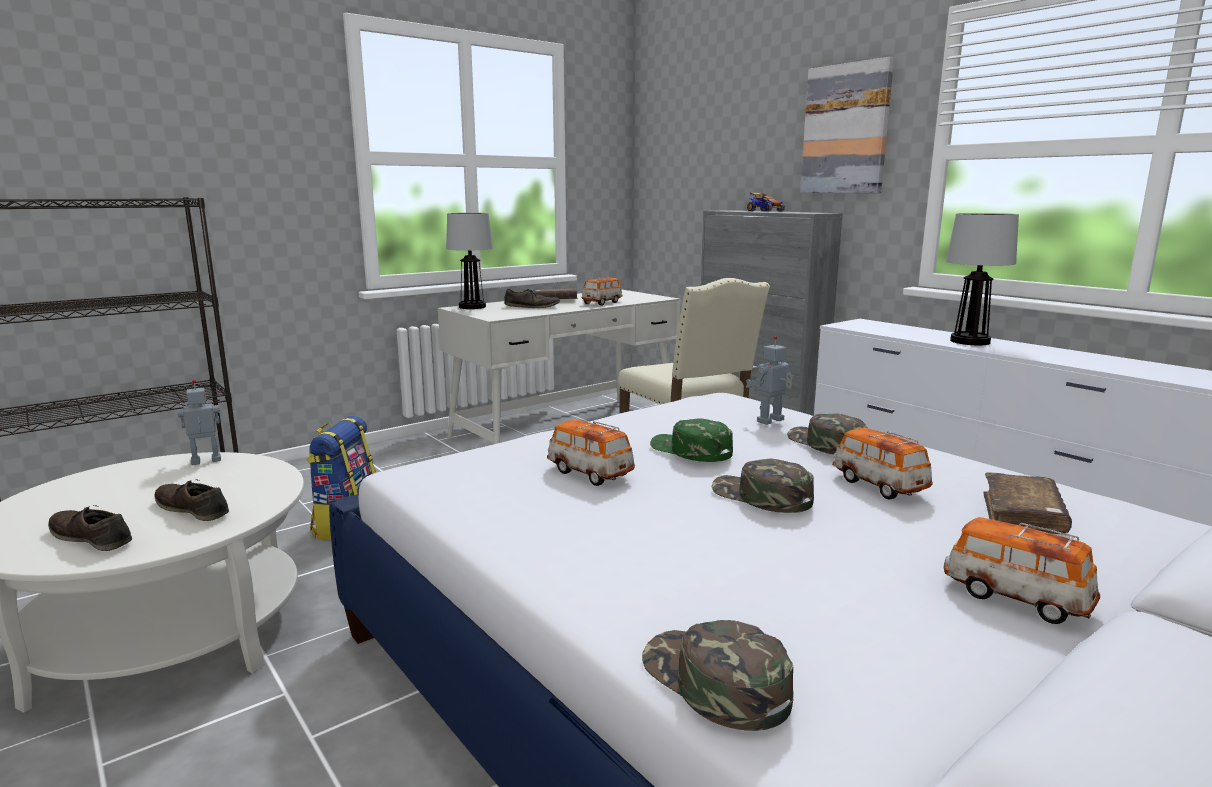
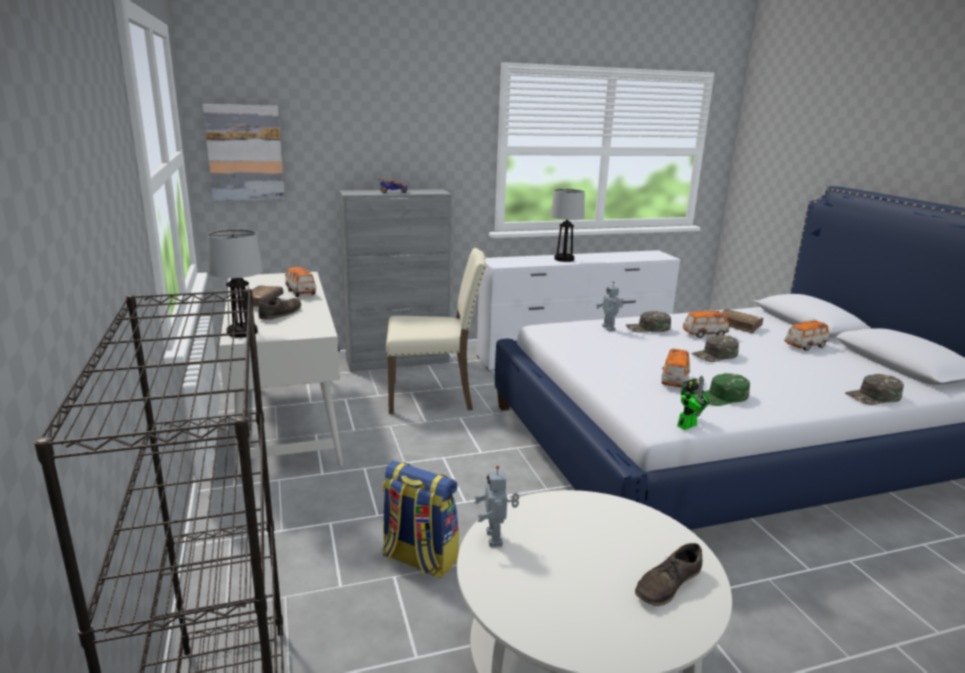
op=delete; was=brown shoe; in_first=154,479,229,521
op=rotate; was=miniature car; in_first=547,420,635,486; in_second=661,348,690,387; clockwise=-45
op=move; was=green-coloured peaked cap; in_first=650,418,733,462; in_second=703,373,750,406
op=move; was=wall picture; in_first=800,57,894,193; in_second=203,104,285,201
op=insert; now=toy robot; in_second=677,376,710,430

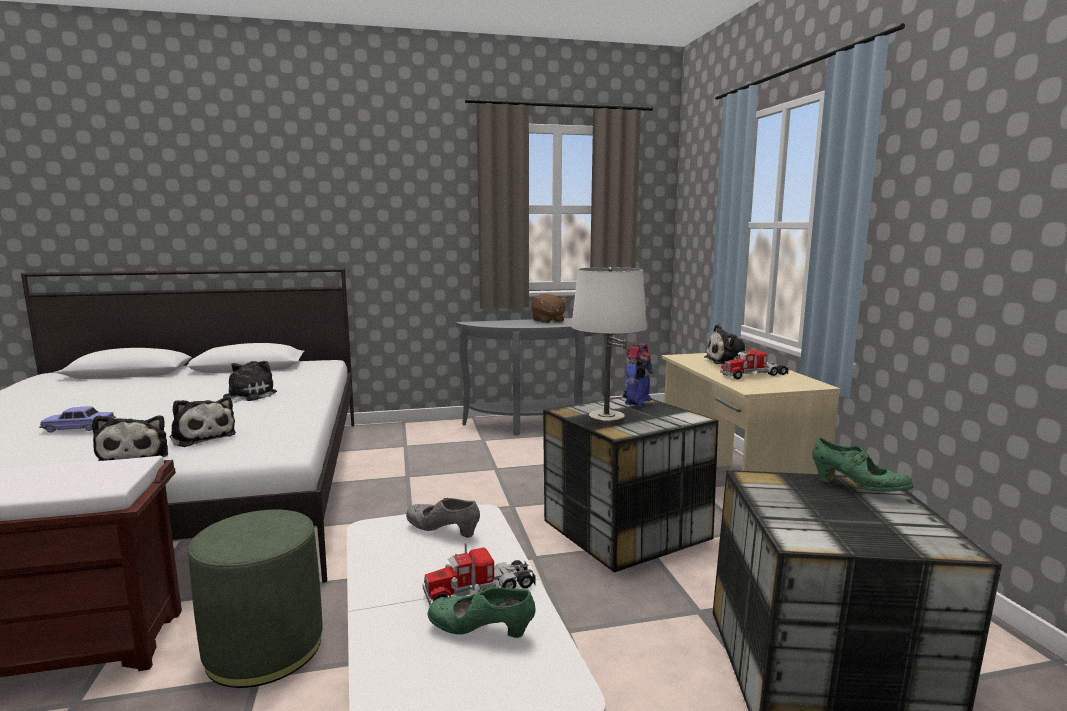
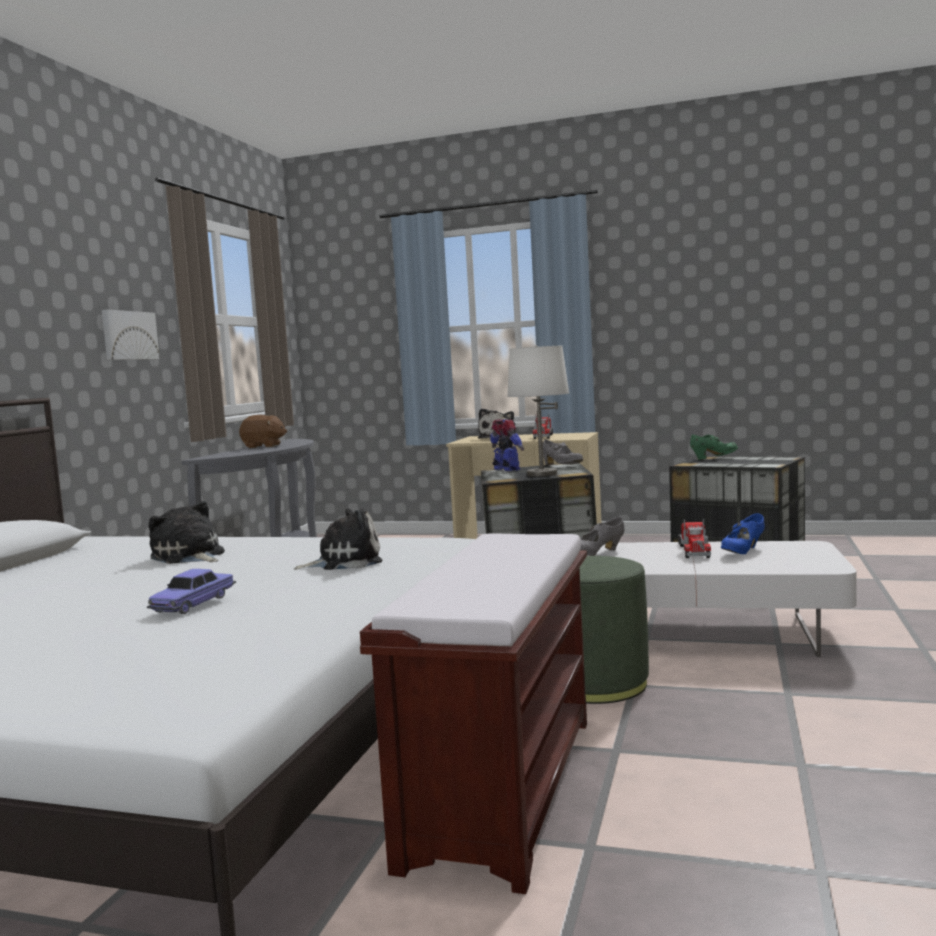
op=delete; was=plush toy; in_first=92,415,168,461
op=recolor; was=green-coloured shoe; now=bluish shoe; in_first=427,587,536,638; in_second=721,513,765,554
op=insert; now=wall picture; in_second=102,309,160,360
op=insert; now=greyish shoe; in_second=543,439,583,465

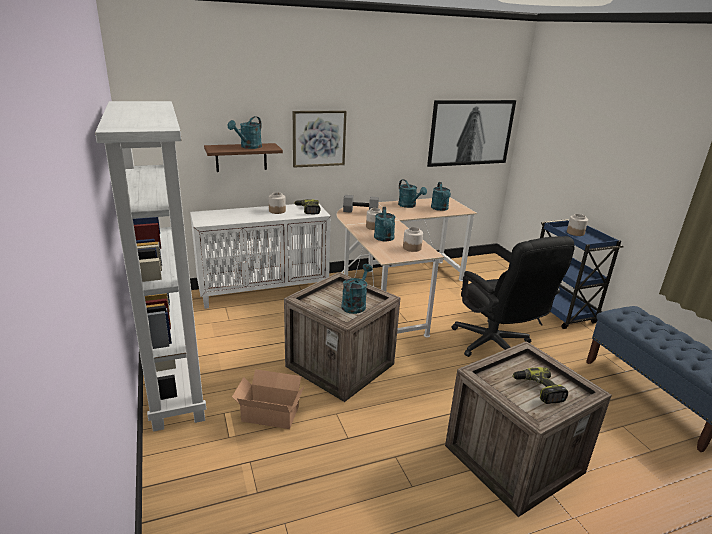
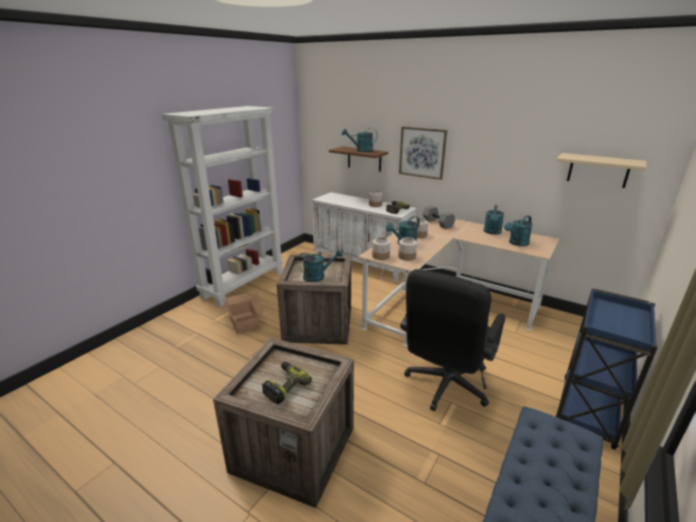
op=replace; was=wall picture; now=beige-coloured bracket shelf; in_first=427,100,516,167; in_second=556,153,647,188
op=move; was=preserve jar; in_first=567,214,588,236; in_second=372,237,390,260

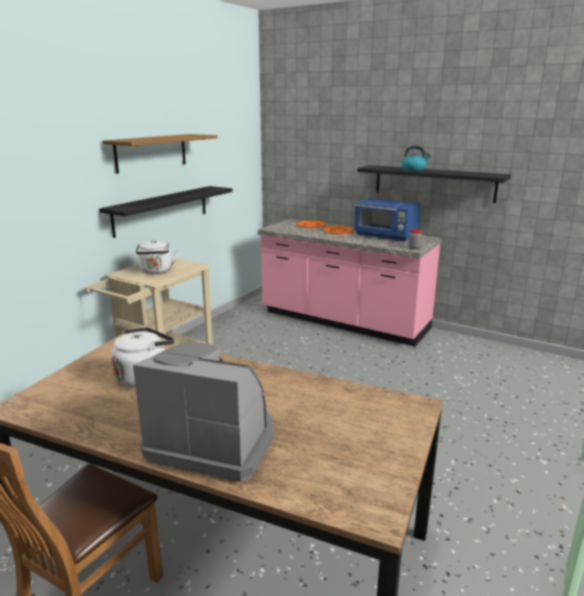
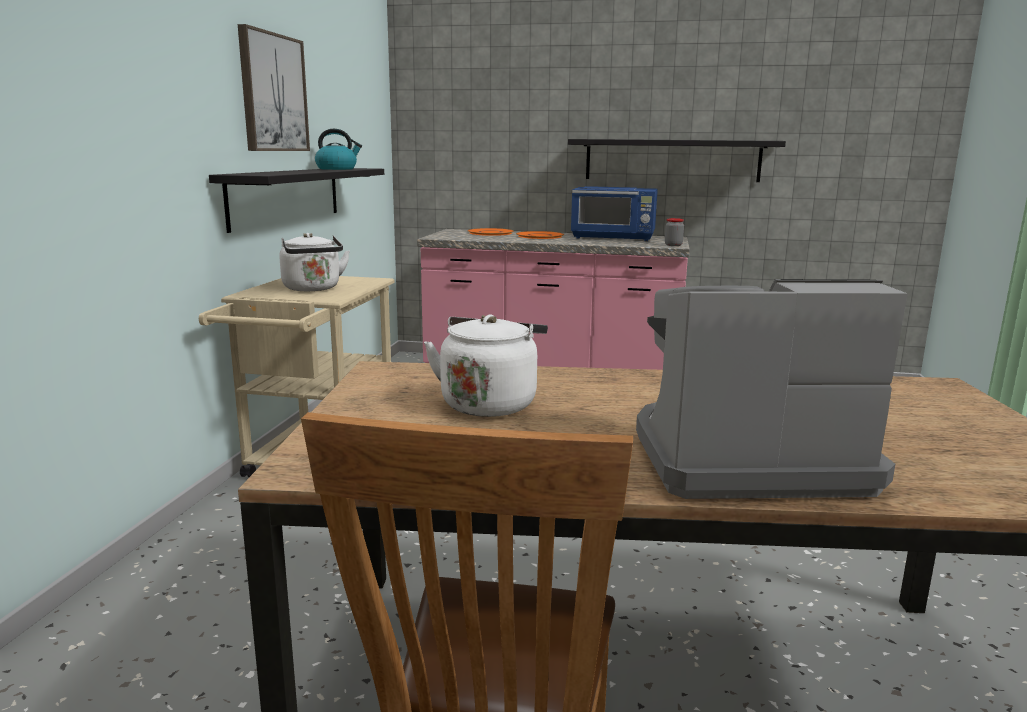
op=replace; was=bracket shelf; now=wall picture; in_first=102,134,218,174; in_second=238,24,310,151
op=move; was=tea kettle; in_first=402,145,431,171; in_second=315,129,362,170

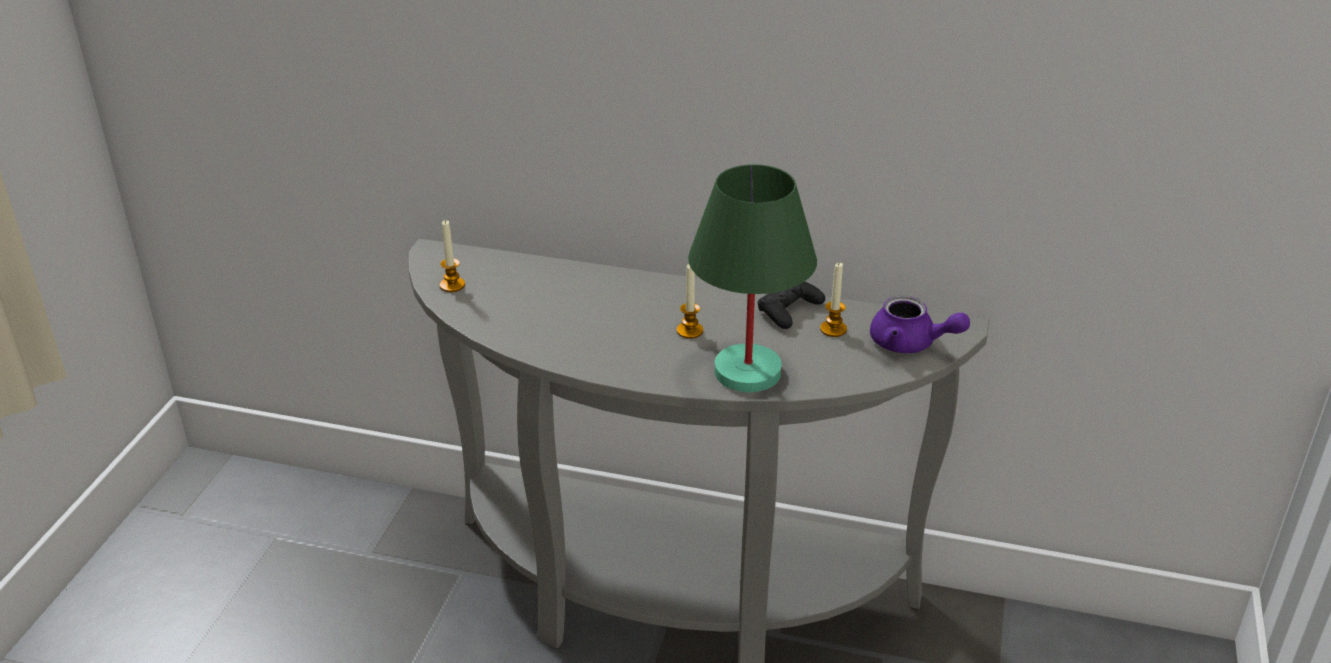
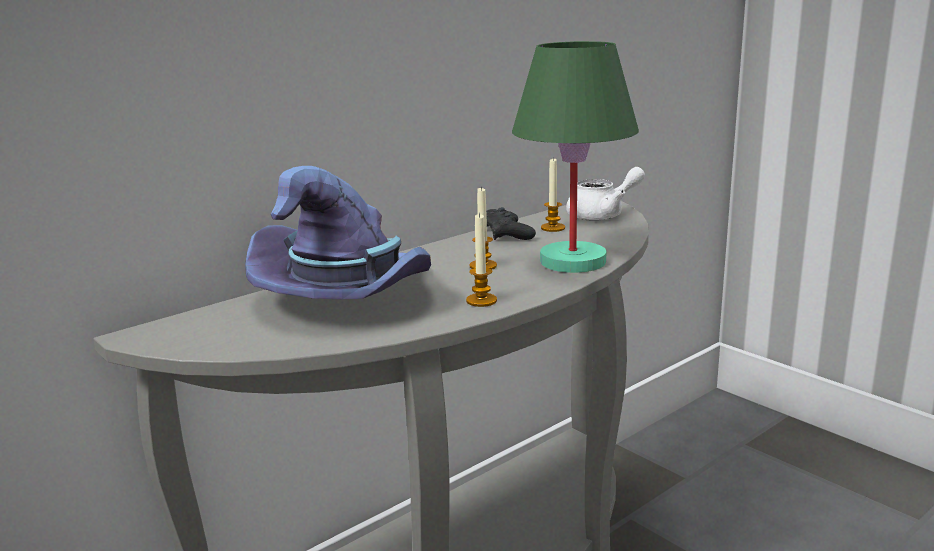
op=move; was=candle; in_first=440,220,465,292; in_second=466,212,497,307
op=recolor; was=purple-coloured teapot; now=white-coloured teapot; in_first=870,296,970,353; in_second=566,167,645,221
op=insert; now=purple-coloured clothing hat; in_second=245,166,431,299

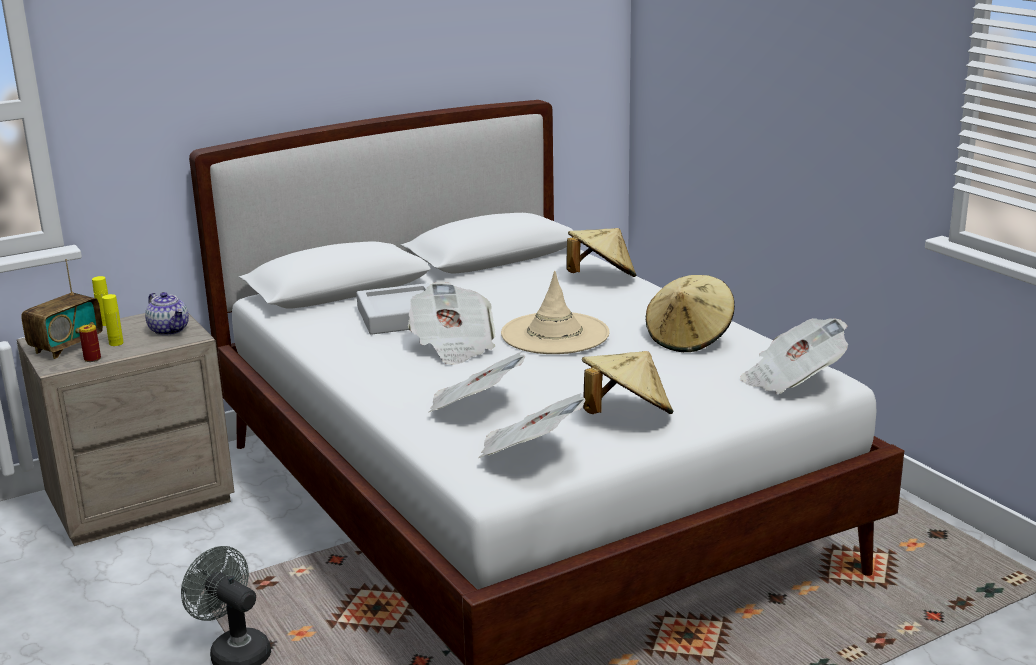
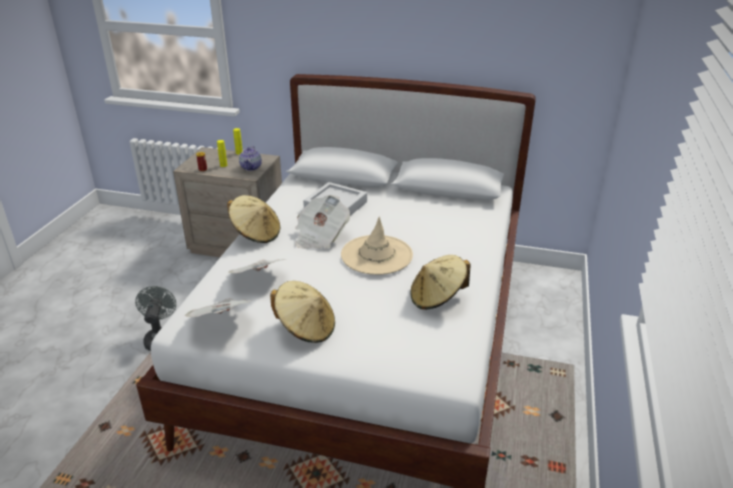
op=delete; was=radio set; in_first=21,259,103,359
op=move; was=beige-coloured clothing hat; in_first=566,228,636,277; in_second=227,195,280,243
op=delete; was=daily paper; in_first=740,318,848,394

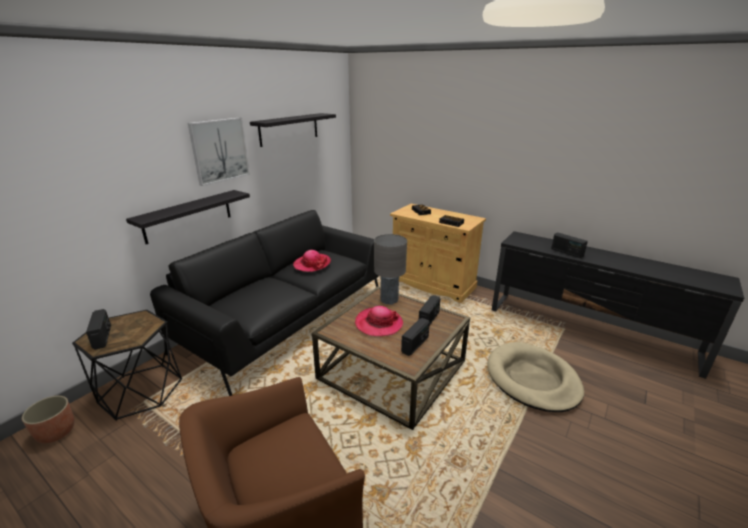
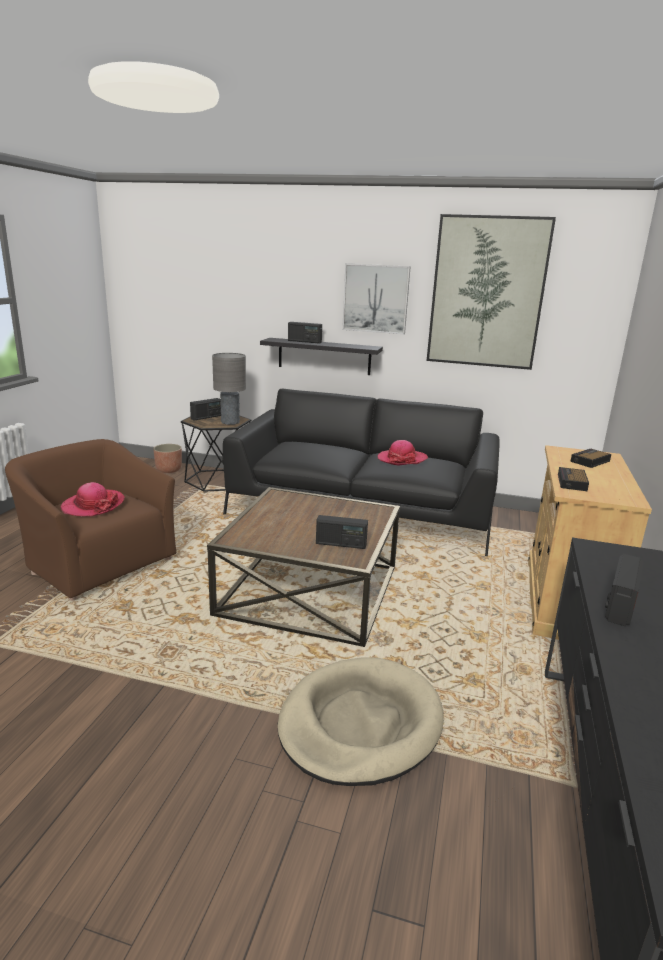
op=replace; was=black-coloured bracket shelf; now=wall picture; in_first=250,113,336,147; in_second=427,214,556,370
op=move; was=clothing hat; in_first=355,306,403,336; in_second=61,482,125,516
op=move; was=greyish tabletop lamp; in_first=374,234,407,305; in_second=212,353,246,425
op=move; was=radio set; in_first=401,318,430,356; in_second=288,322,322,344

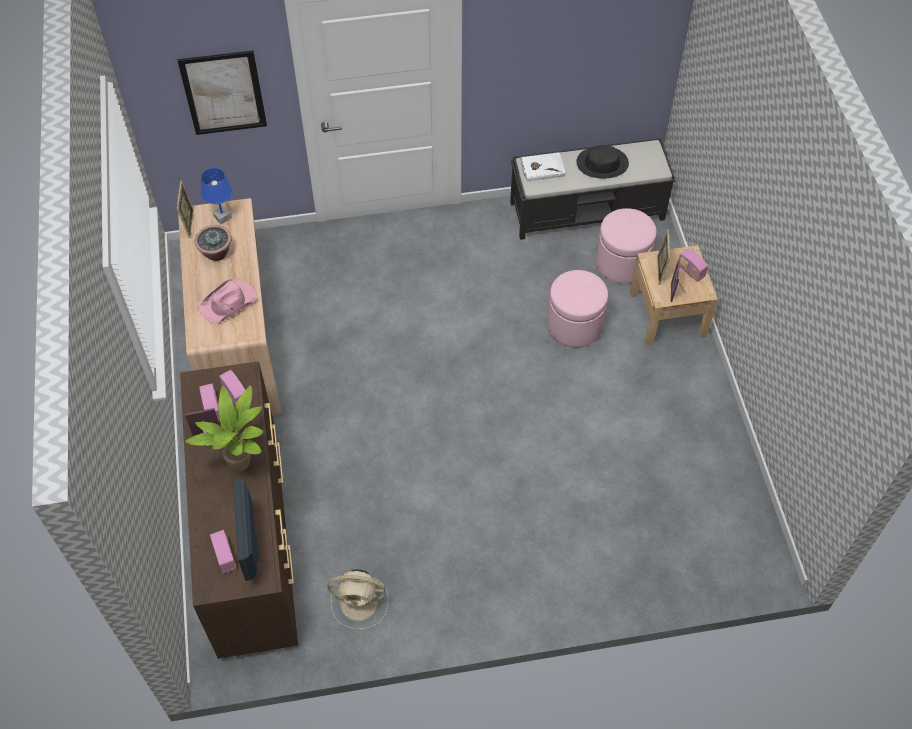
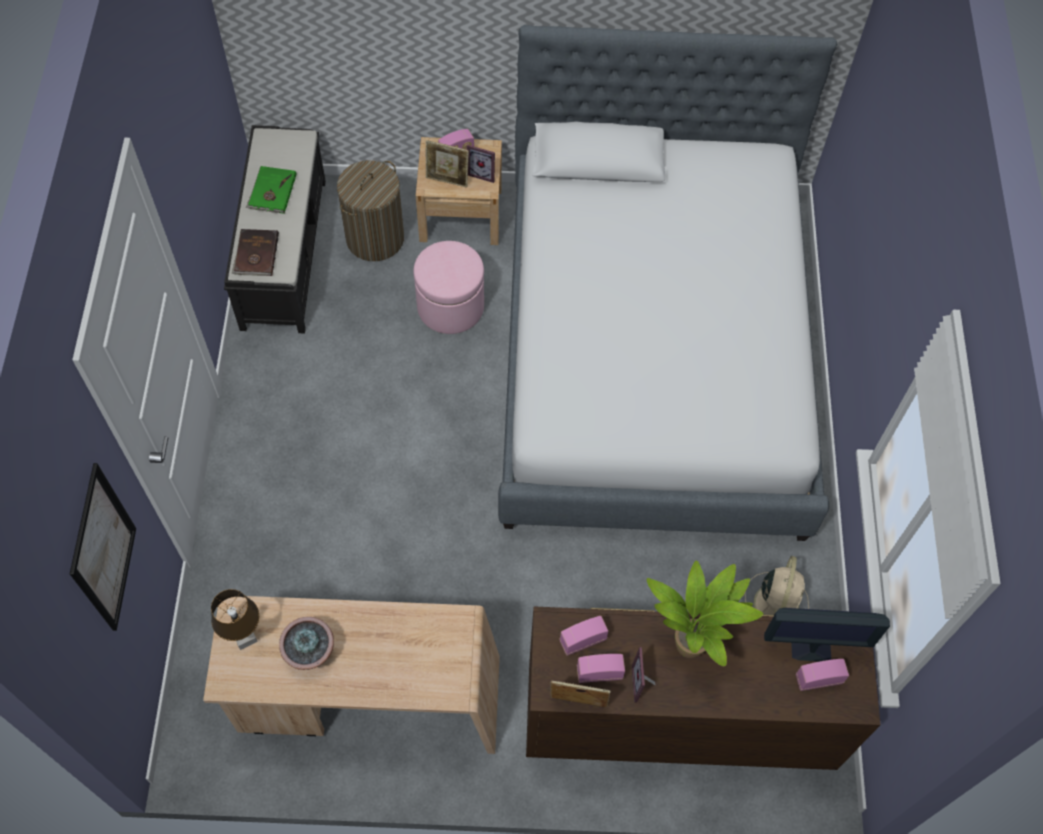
op=move; was=picture frame; in_first=177,180,194,238; in_second=550,680,610,707
op=delete; was=pinkish clothing hat; in_first=199,279,258,324
op=recolor; was=bluish tabletop lamp; now=brown tabletop lamp; in_first=201,168,233,224; in_second=211,589,259,650
op=recolor; was=white-coloured book; now=brown book; in_first=520,152,566,181; in_second=232,229,279,276
op=replace; was=black-coloured clothing hat; now=green-coloured book; in_first=576,145,629,178; in_second=246,166,296,214
op=replace; was=pinkish pouffe; now=laundry basket; in_first=596,208,657,284; in_second=337,160,404,261
op=insert; now=sleeping bed; in_second=498,25,837,541

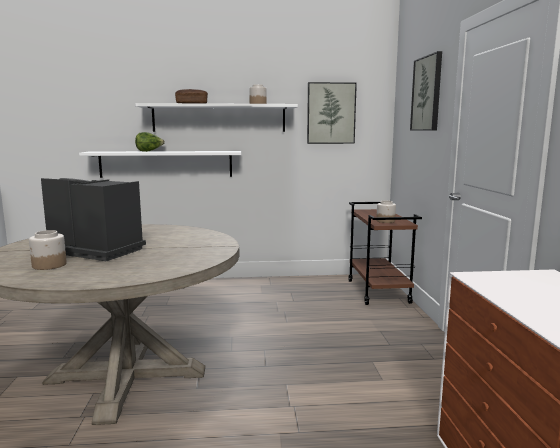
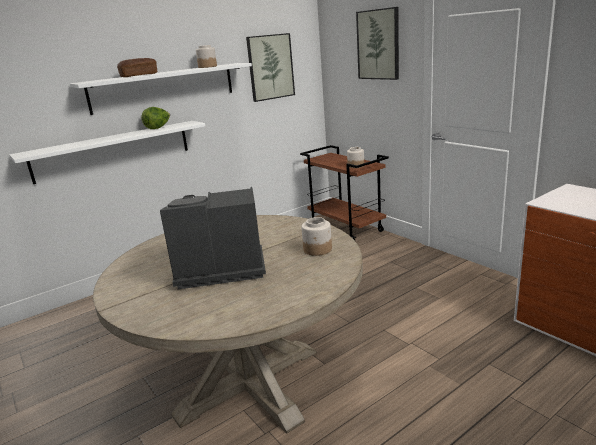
op=move; was=preserve jar; in_first=29,230,67,270; in_second=301,217,332,256
op=move; was=lettuce head; in_first=135,132,165,152; in_second=141,107,170,129

